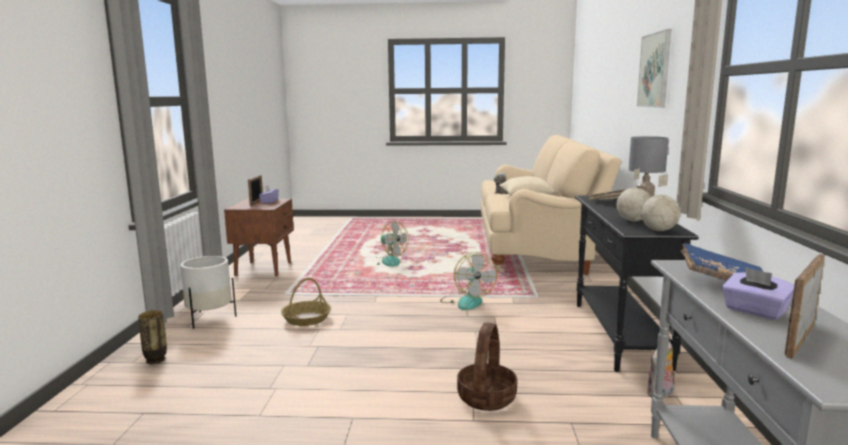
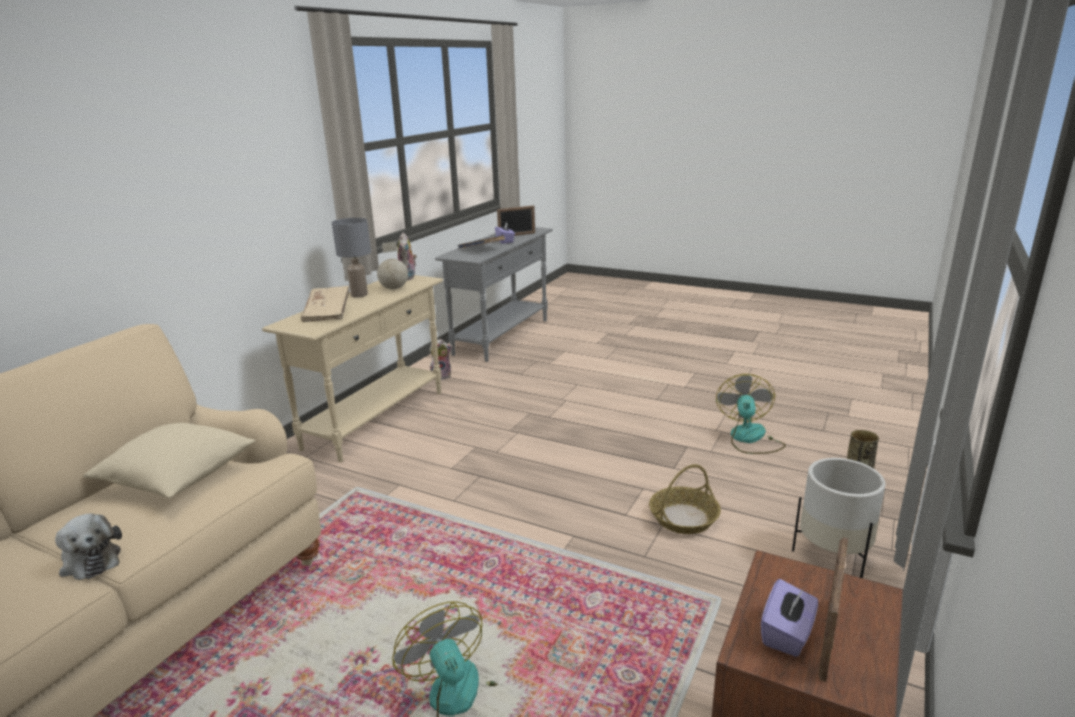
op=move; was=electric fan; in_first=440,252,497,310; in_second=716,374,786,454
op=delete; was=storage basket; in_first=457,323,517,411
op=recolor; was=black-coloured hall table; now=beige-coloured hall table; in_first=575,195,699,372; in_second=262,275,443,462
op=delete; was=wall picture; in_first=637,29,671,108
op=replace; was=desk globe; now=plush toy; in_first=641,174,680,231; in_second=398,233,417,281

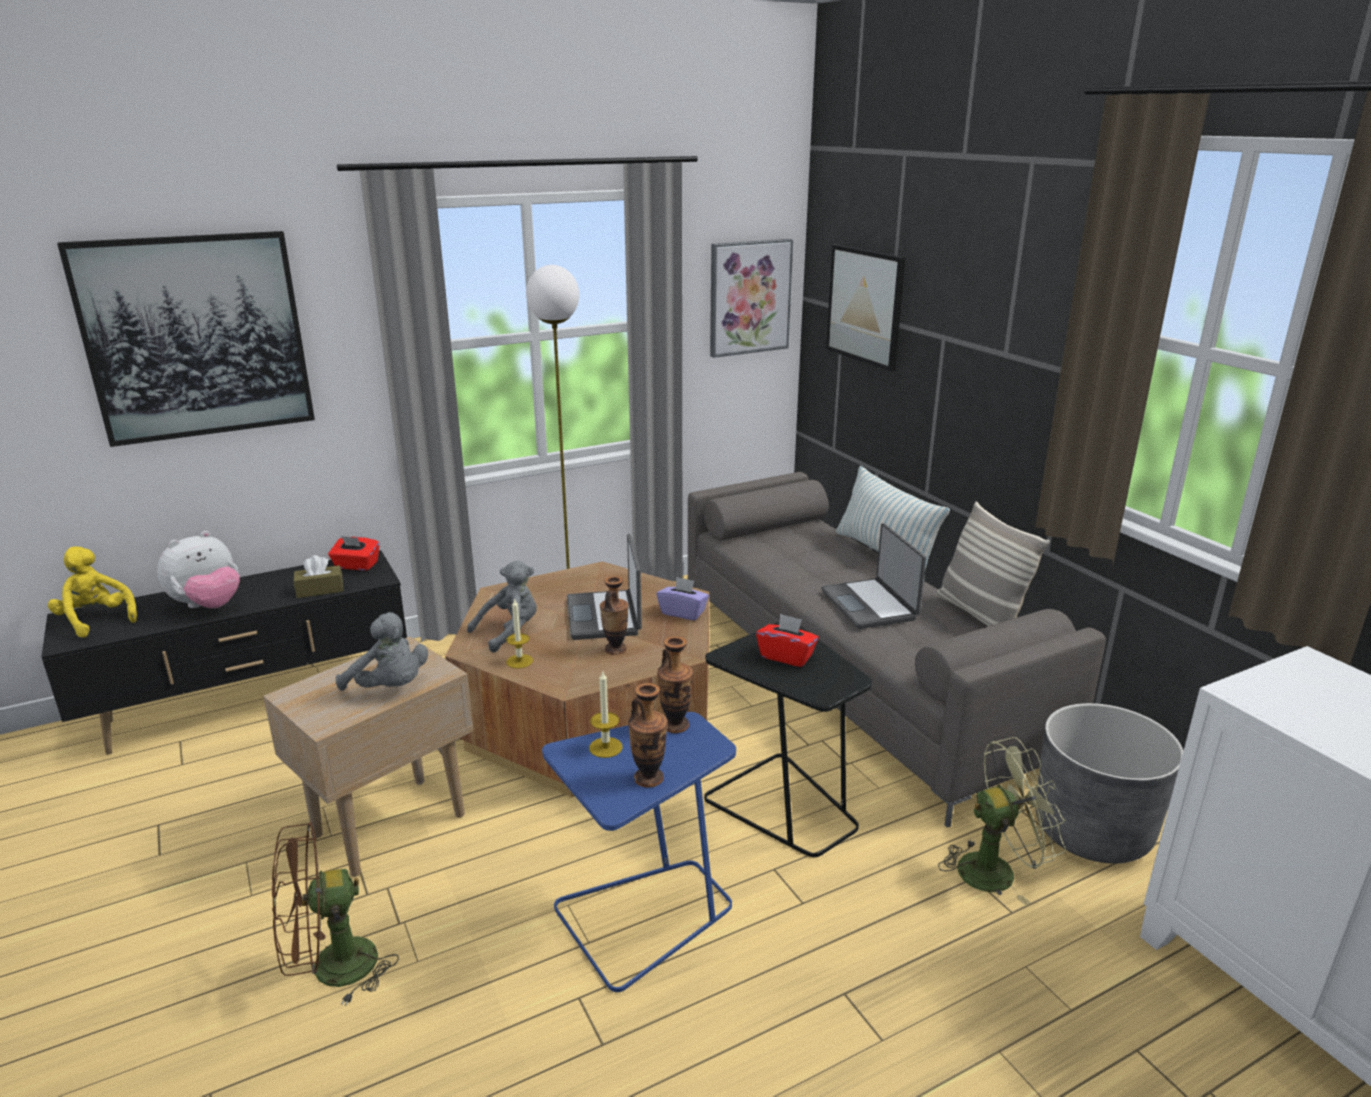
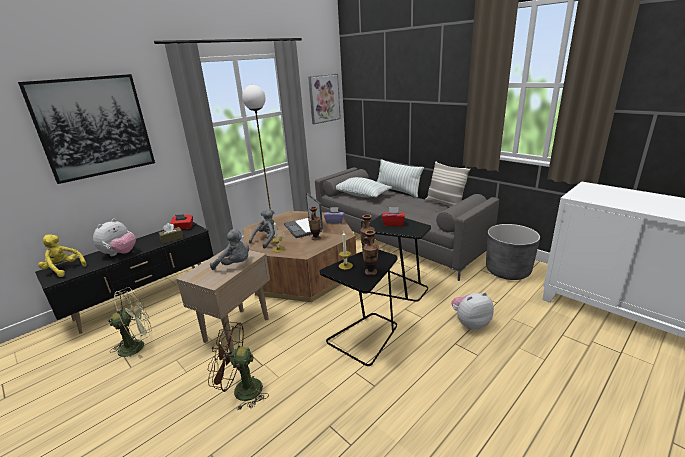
op=rotate; was=brown electric fan; in_first=272,822,399,1006; in_second=208,322,269,410; clockwise=45
op=recolor; was=bluish end table; now=black-coloured end table; in_first=542,712,736,992; in_second=319,249,397,366
op=delete; was=portable computer; in_first=821,523,926,629
op=delete; was=wall picture; in_first=826,244,906,372
op=move; was=green-coloured electric fan; in_first=938,737,1066,906; in_second=108,287,152,359
op=insert; now=pillow; in_second=336,177,392,198
op=insert; now=plush toy; in_second=451,292,494,330

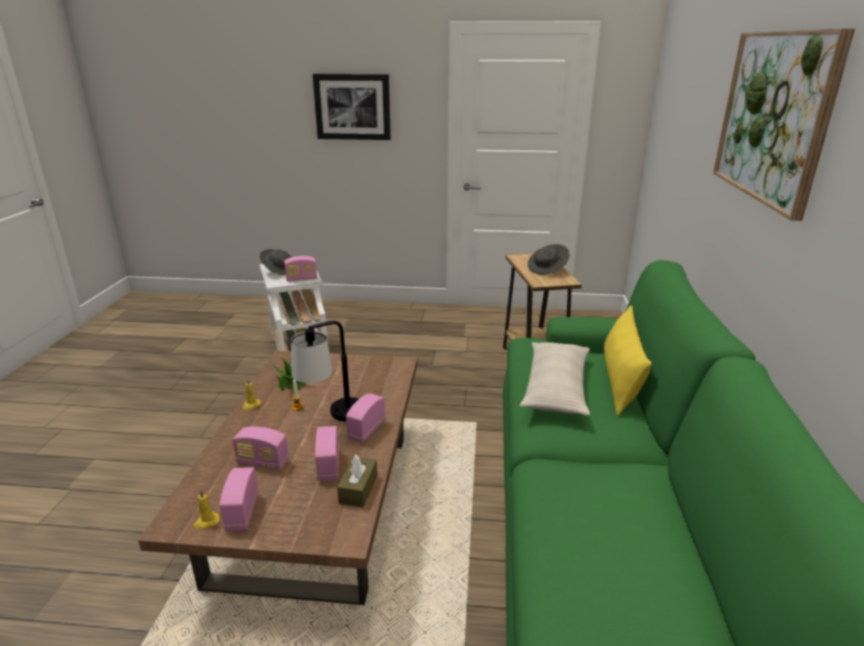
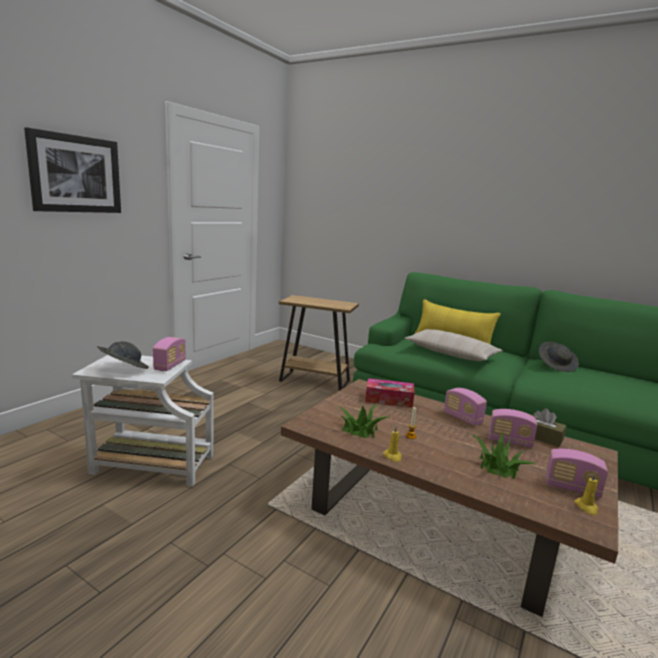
op=replace; was=radio set; now=plant in a pot; in_first=233,426,289,470; in_second=470,431,535,479
op=delete; was=tabletop lamp; in_first=291,321,359,421
op=move; was=greyish clothing hat; in_first=528,244,570,275; in_second=539,342,579,372
op=delete; was=wall picture; in_first=713,29,855,221
op=insert; now=box of tissues; in_second=365,378,415,408

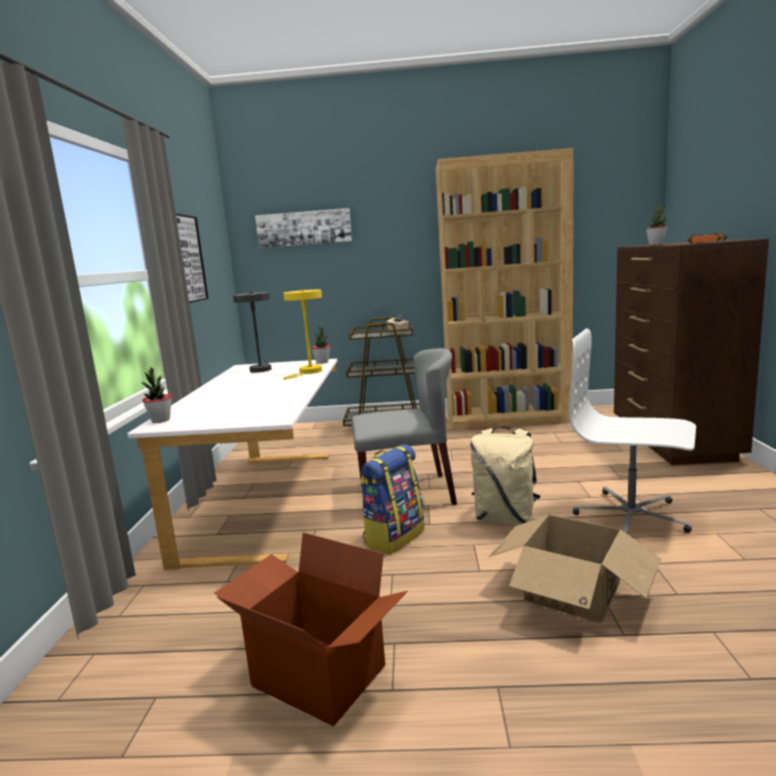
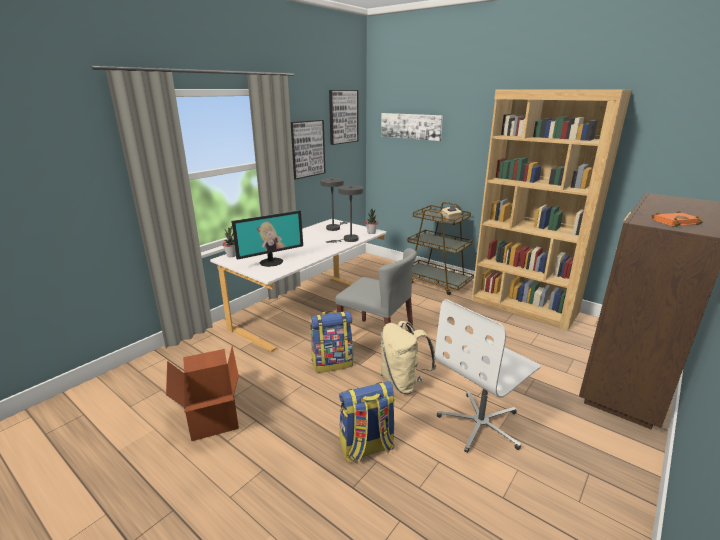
op=recolor; was=yellow-coloured tabletop lamp; now=greyish tabletop lamp; in_first=283,290,322,380; in_second=326,185,363,243
op=replace; was=cardboard box; now=knapsack; in_first=488,515,661,623; in_second=339,381,395,462
op=rotate; was=white-coloured desk chair; in_first=569,328,696,533; in_second=435,299,541,453; clockwise=-105
op=delete; was=plant in a pot; in_first=646,204,668,245
op=insert; now=computer display; in_second=231,210,303,267
op=insert; now=wall picture; in_second=329,90,359,145

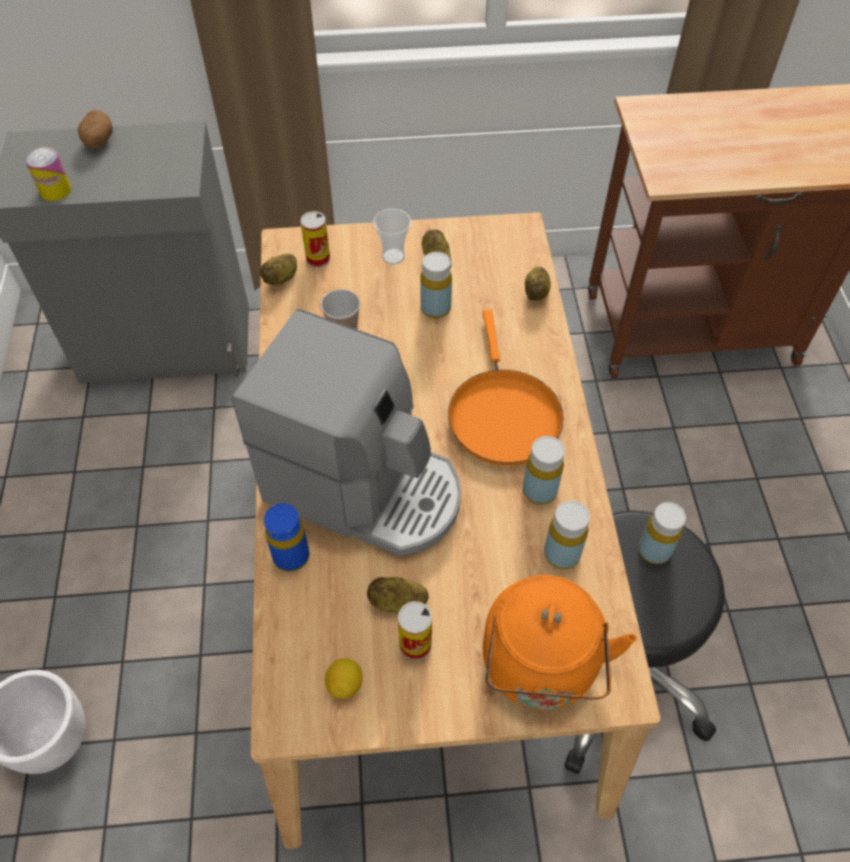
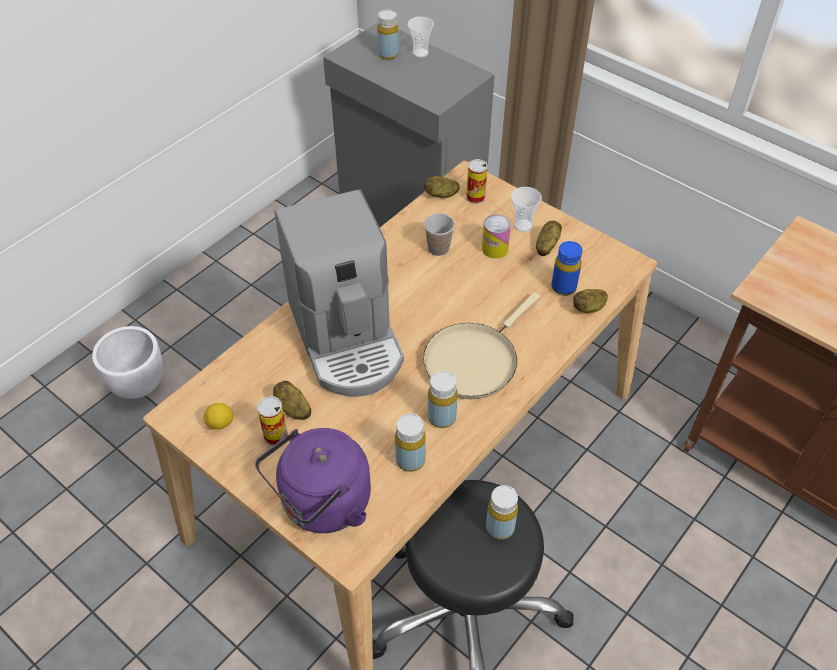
op=move; was=sealed can; in_first=25,147,71,201; in_second=482,214,511,259
op=replace; was=spud; now=small cup; in_first=78,110,113,148; in_second=408,16,434,58
op=move; was=bluish beverage bottle; in_first=264,503,309,572; in_second=551,241,582,296
op=move; was=yellow-coloured beverage bottle; in_first=420,252,452,318; in_second=377,10,399,60
op=recolor; was=orangey pan; now=beige-coloured pan; in_first=448,310,564,466; in_second=423,292,540,400
op=recolor; was=orangey tea kettle; now=purple-coloured tea kettle; in_first=483,575,637,710; in_second=255,428,371,533

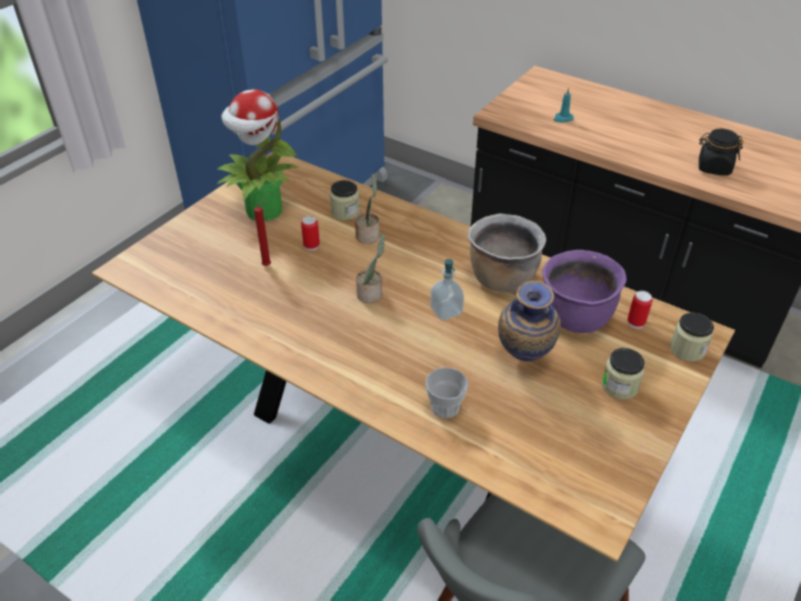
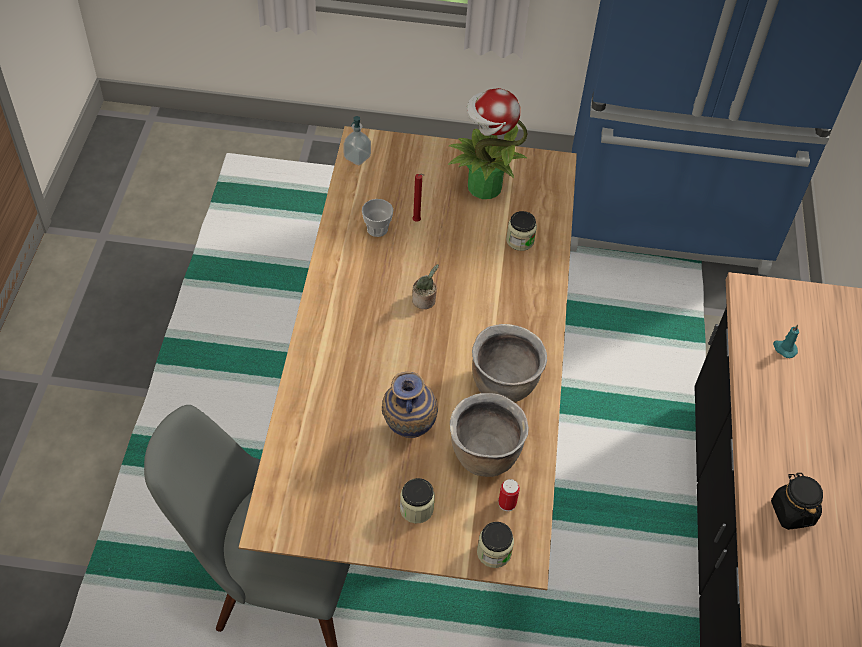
op=delete; was=sealed can; in_first=301,216,320,251
op=delete; was=plant in a pot; in_first=355,173,379,244
op=move; was=small cup; in_first=425,367,468,418; in_second=362,199,393,237
op=move; was=liquid soap bottle; in_first=430,259,464,320; in_second=343,116,371,165
op=recolor; was=purple-coloured saucepot; now=brown saucepot; in_first=542,250,627,333; in_second=450,393,529,477

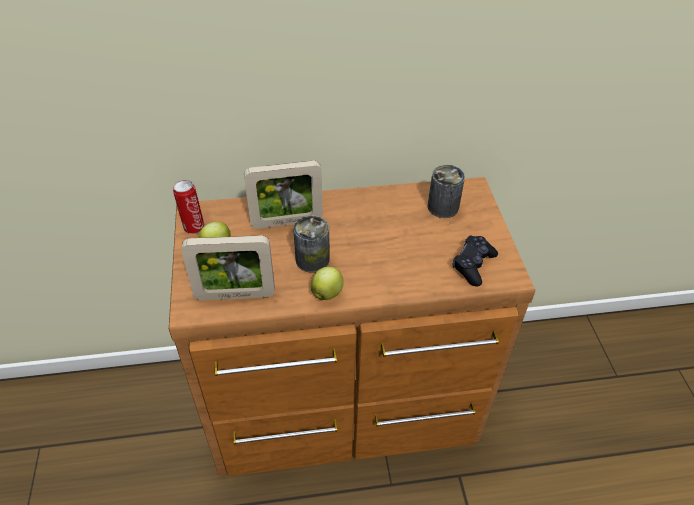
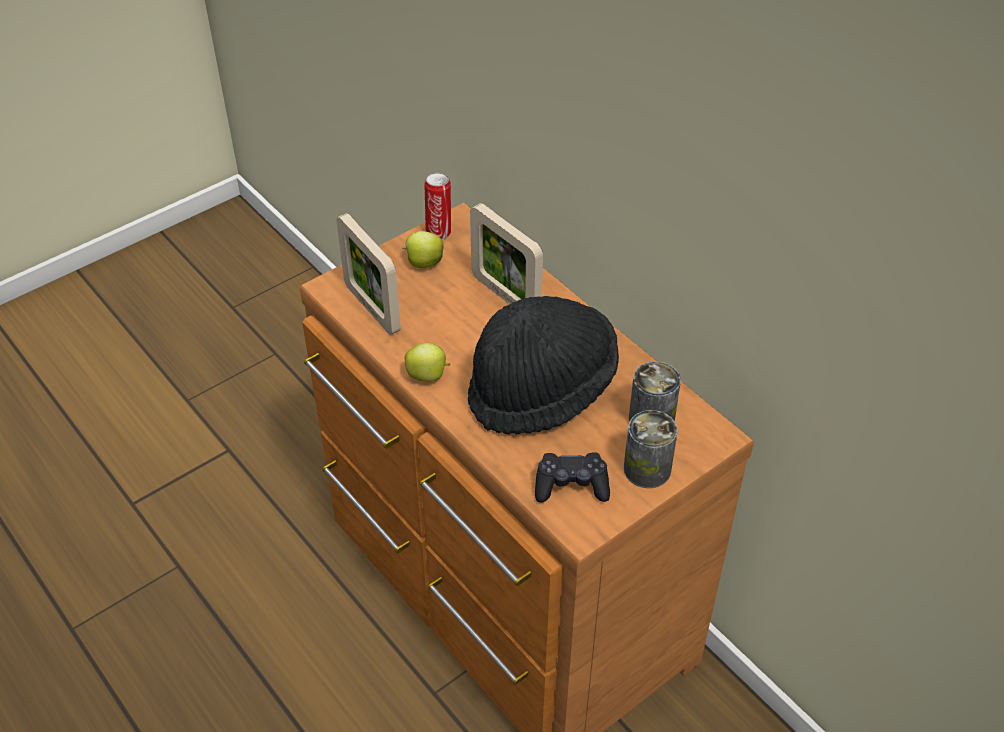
op=move; was=sealed can; in_first=293,215,330,273; in_second=624,410,678,488
op=insert; now=black-coloured clothing hat; in_second=468,296,619,434

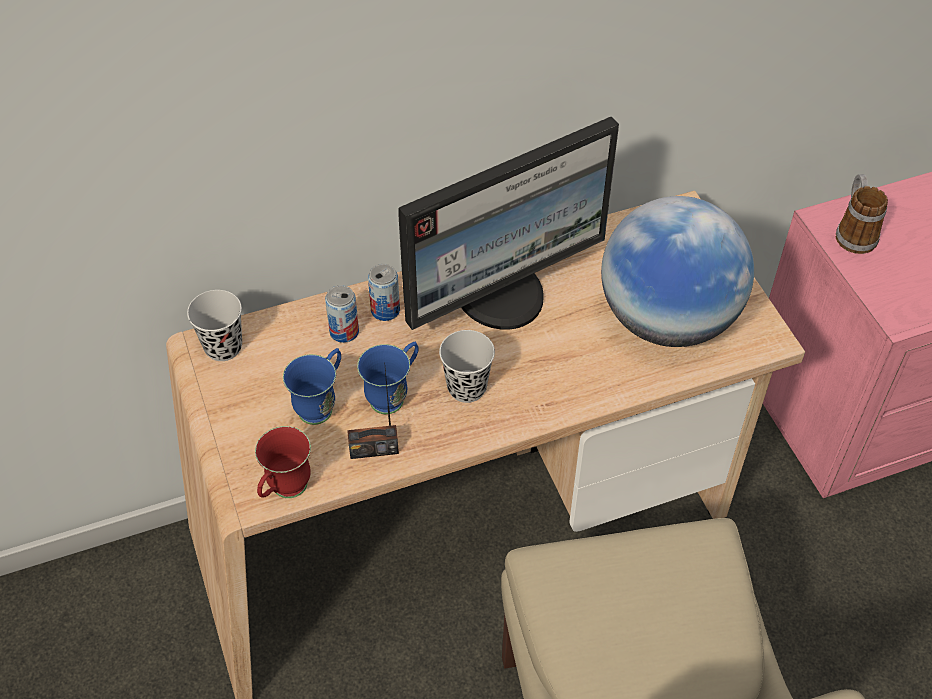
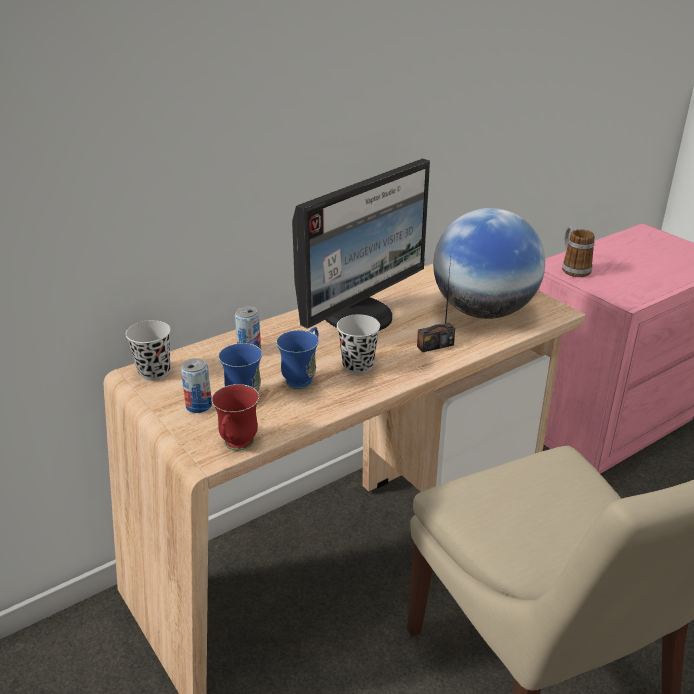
op=move; was=radio set; in_first=347,369,399,459; in_second=417,258,455,353
op=move; was=sealed can; in_first=368,264,400,321; in_second=181,358,212,413

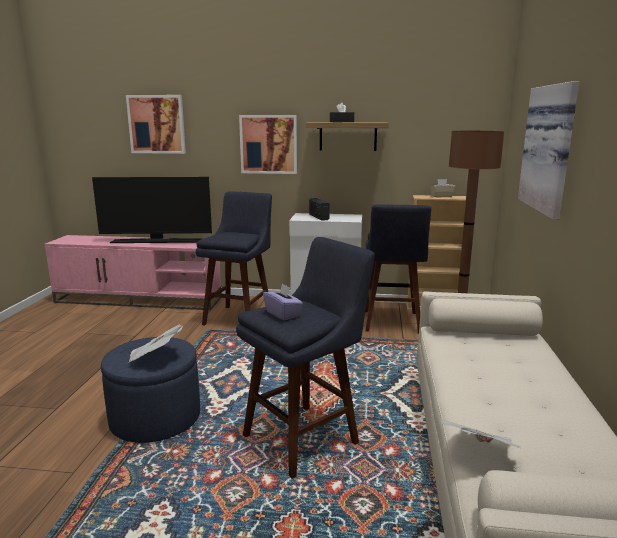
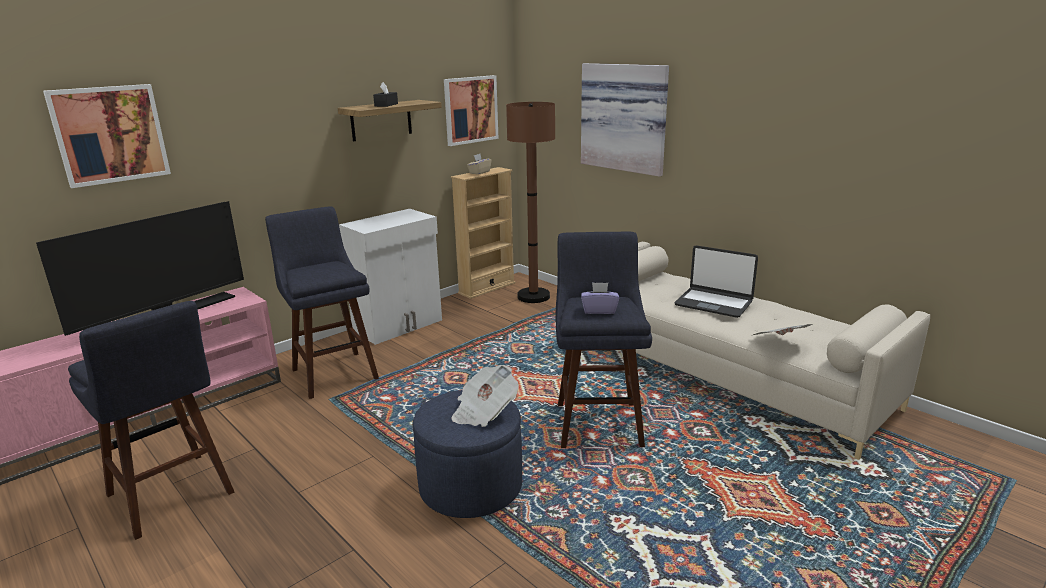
op=move; was=wall picture; in_first=239,115,297,174; in_second=444,75,499,146
op=delete; was=radio set; in_first=309,198,330,221
op=move; was=bluish sitting stool; in_first=365,204,431,333; in_second=68,301,234,540
op=insert; now=portable computer; in_second=675,245,758,318

